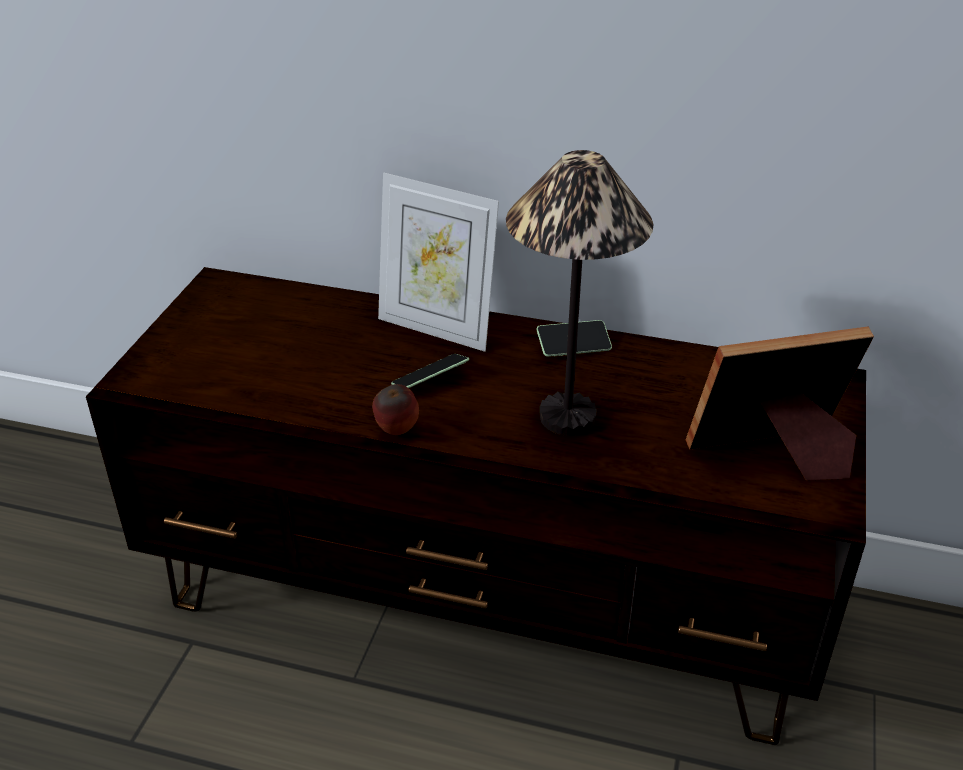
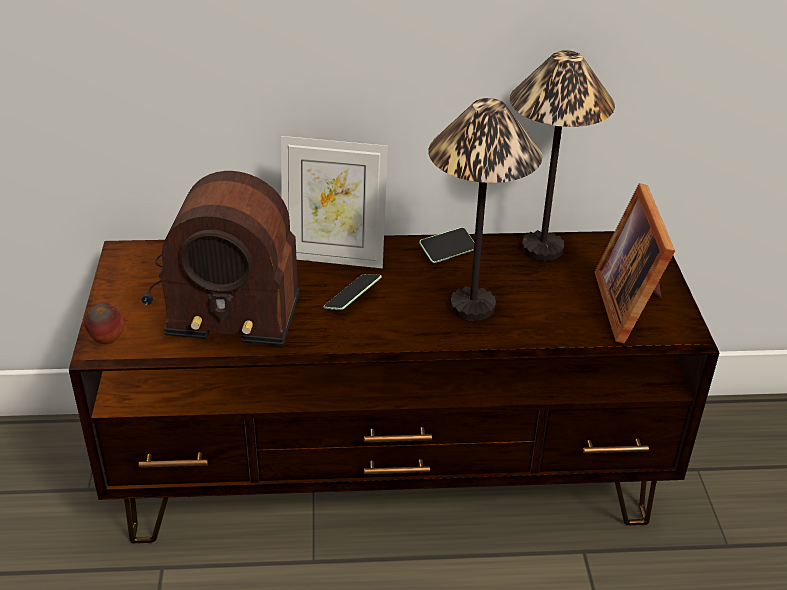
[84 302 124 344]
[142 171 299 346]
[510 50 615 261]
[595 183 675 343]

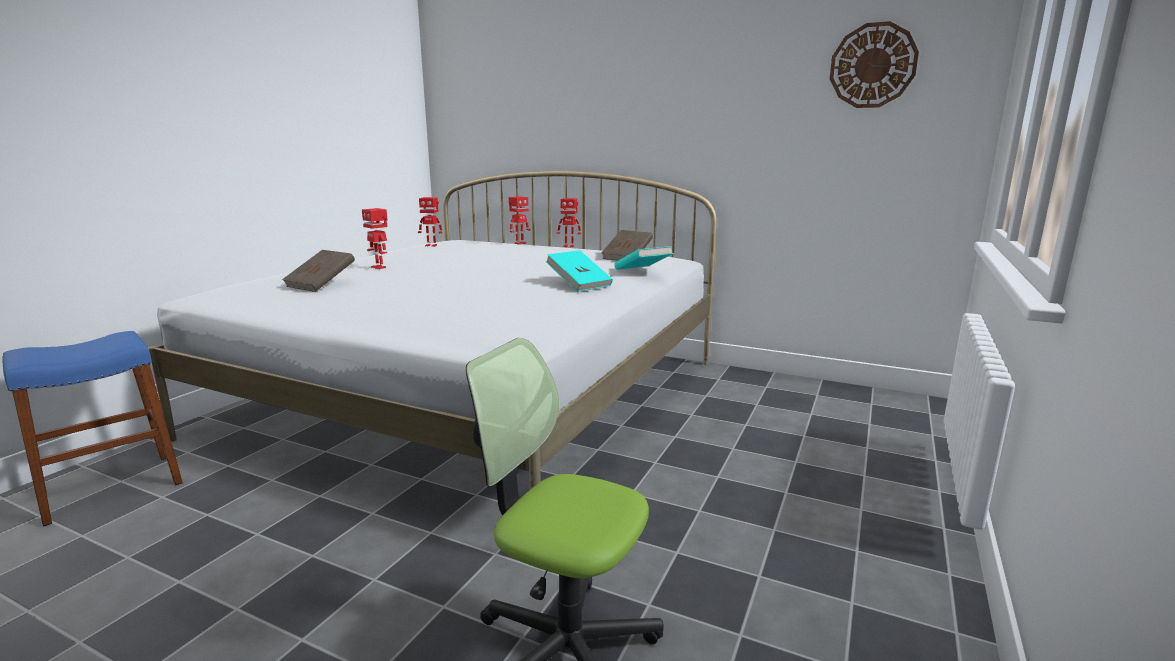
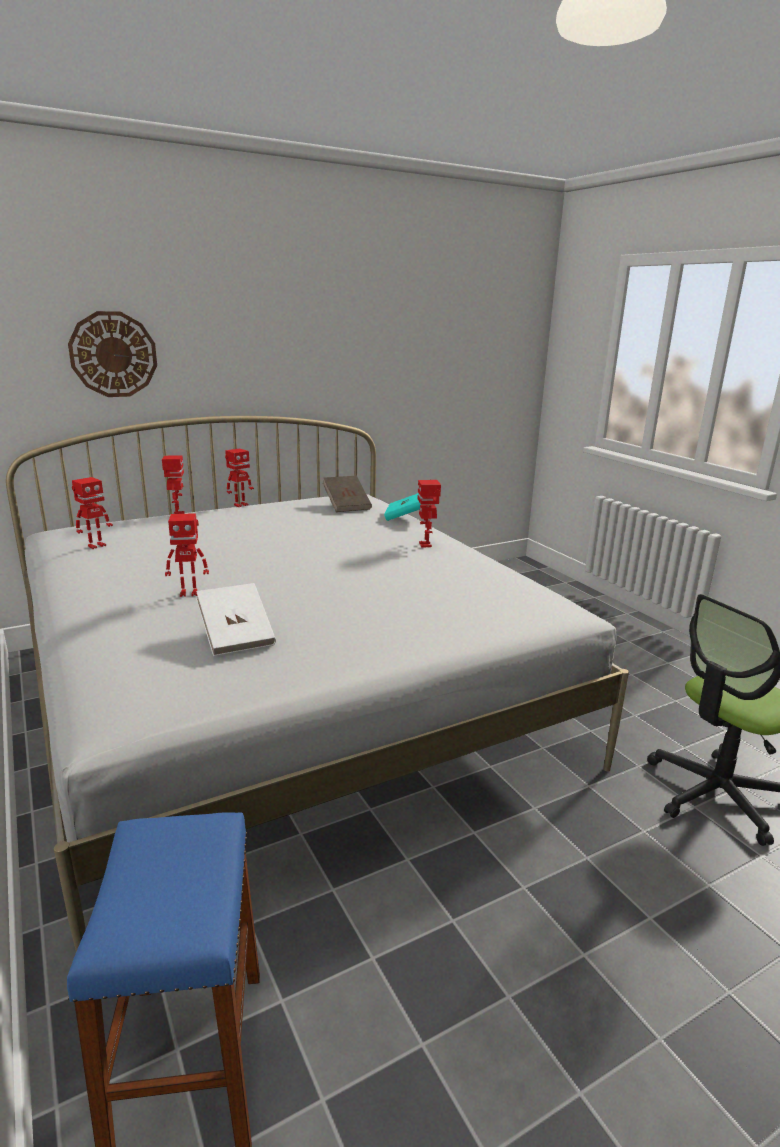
[68 311 157 397]
[196 583 276 656]
[417 480 441 548]

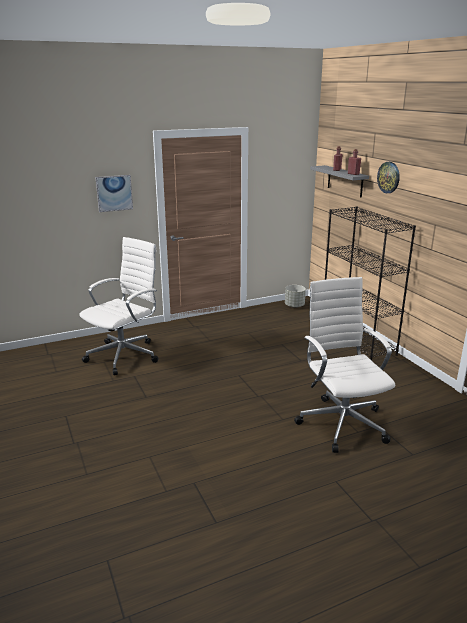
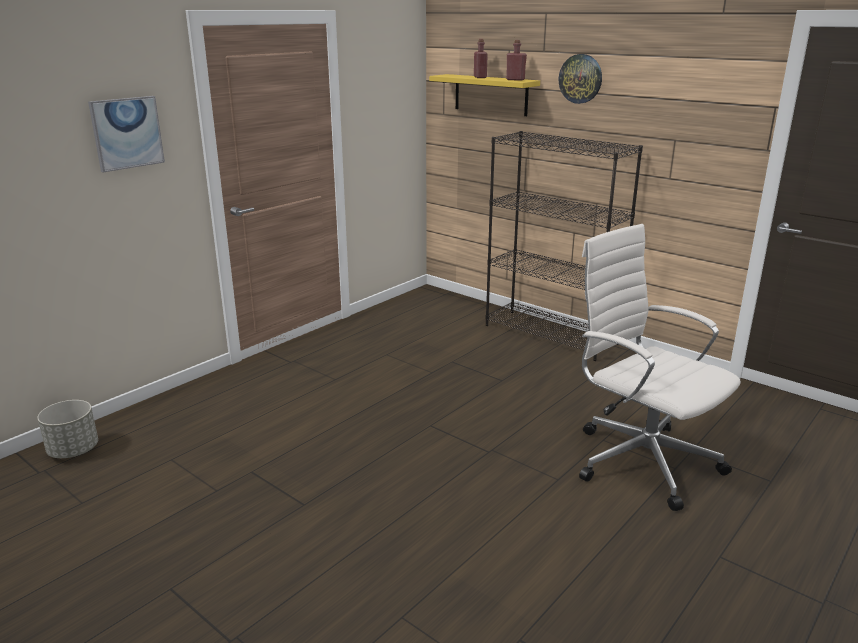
[38 400 98 458]
[429 74 540 116]
[79 237 159 375] (first image)

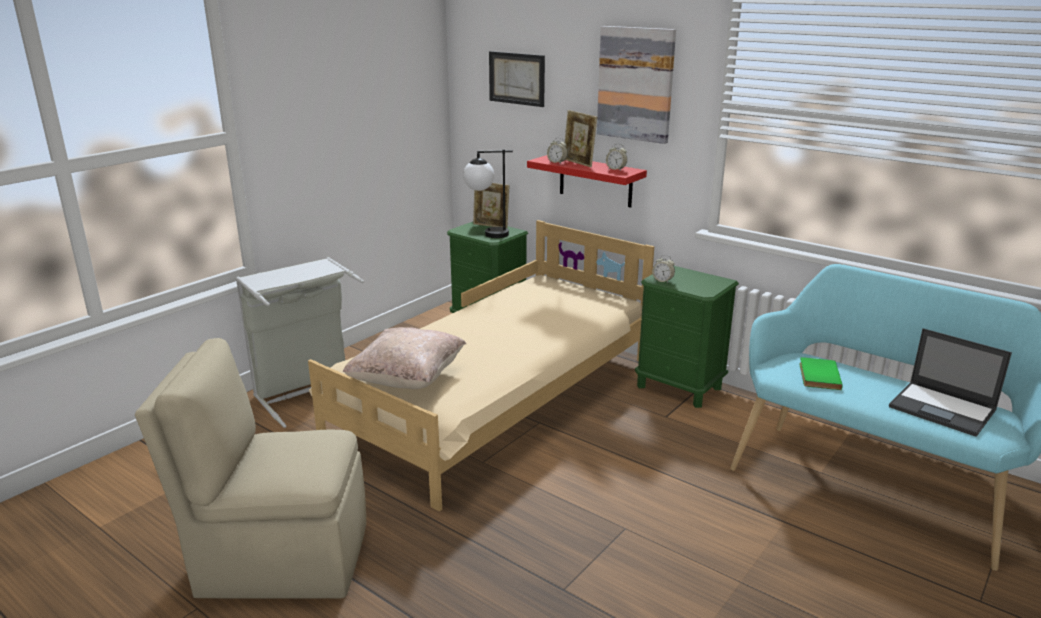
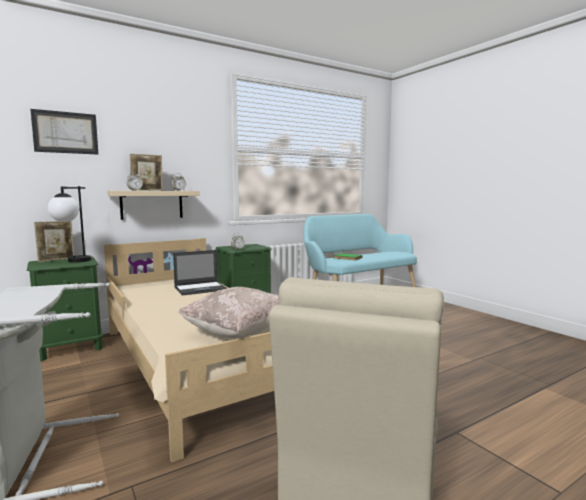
[107 191 200 220]
[173 250 227 295]
[597 26 676 144] (first image)

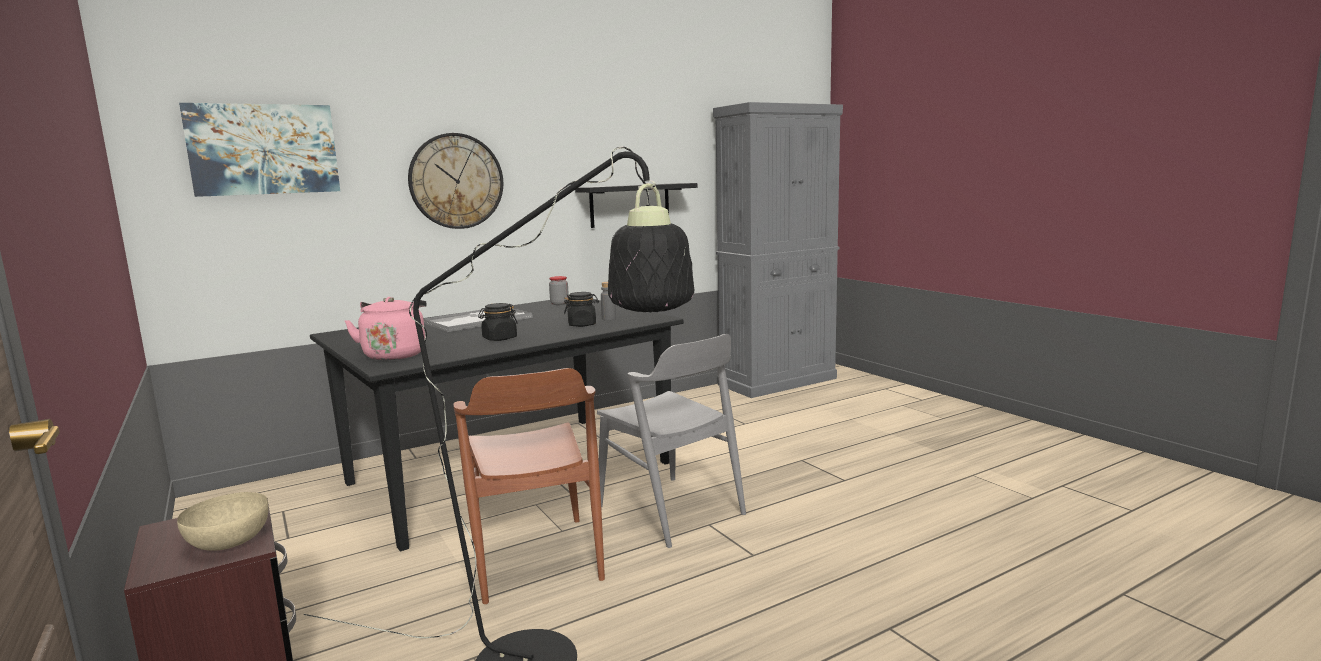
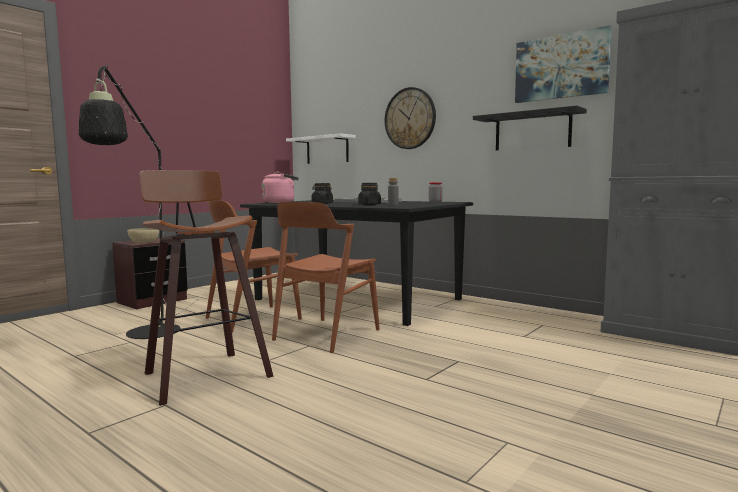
[140 170 274 406]
[272 202 380 353]
[286 134 356 164]
[515 25 611 103]

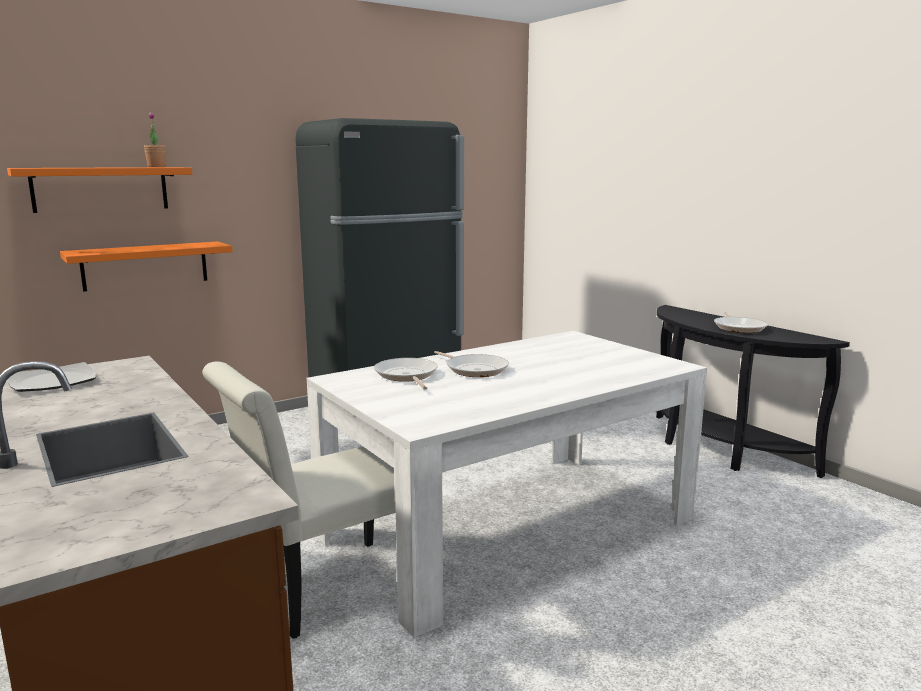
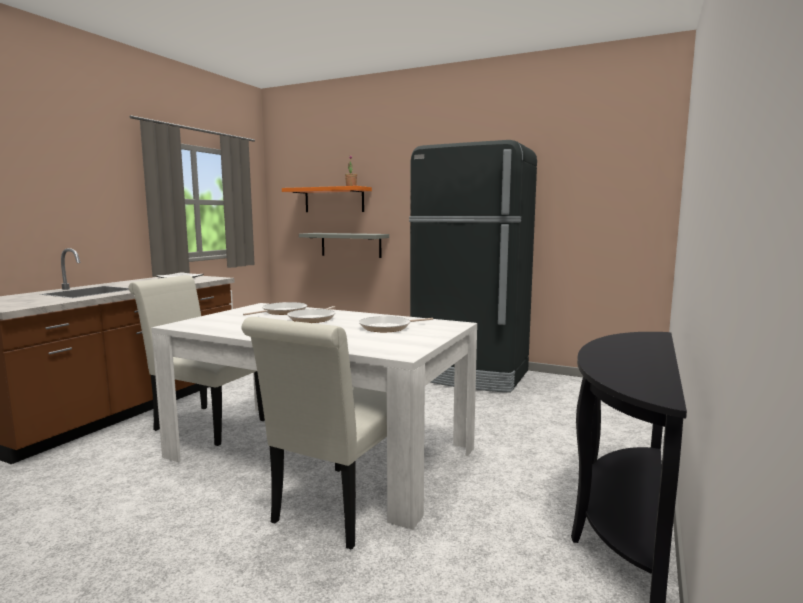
[241 317 387 550]
[299 233 389 258]
[359 316 433 332]

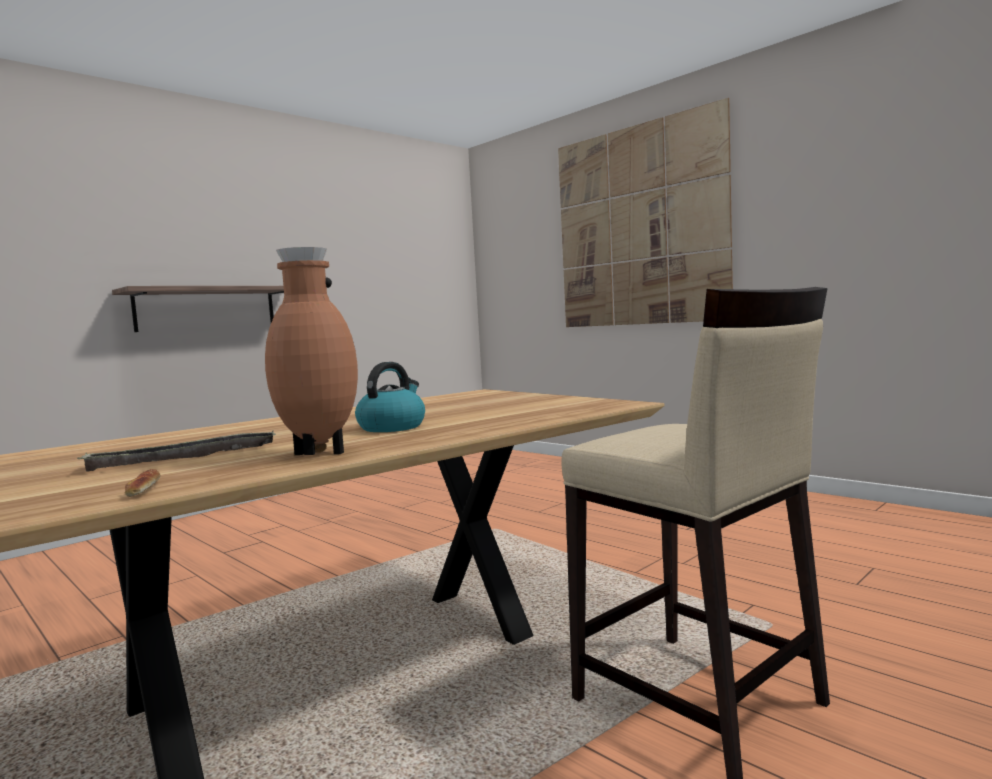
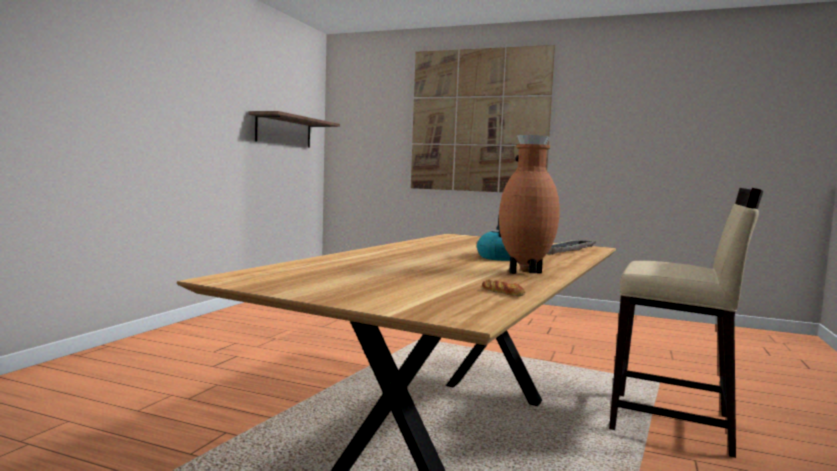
[248 111 340 148]
[547 240 596 255]

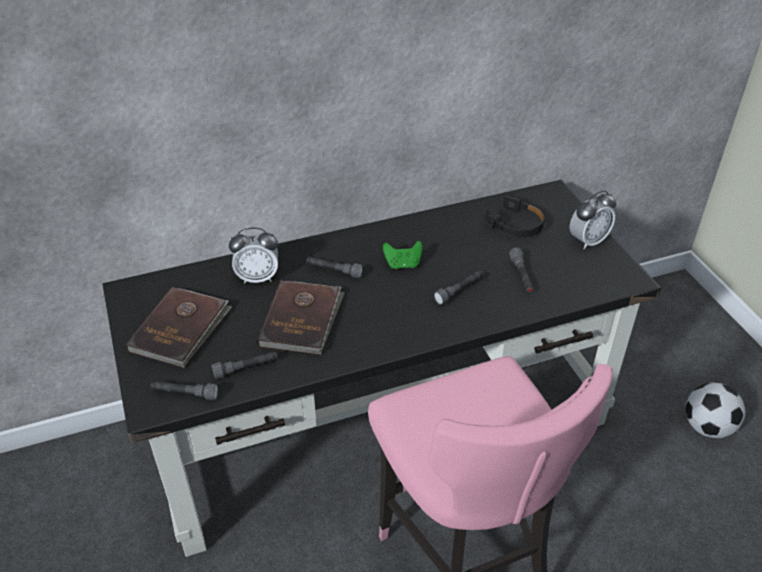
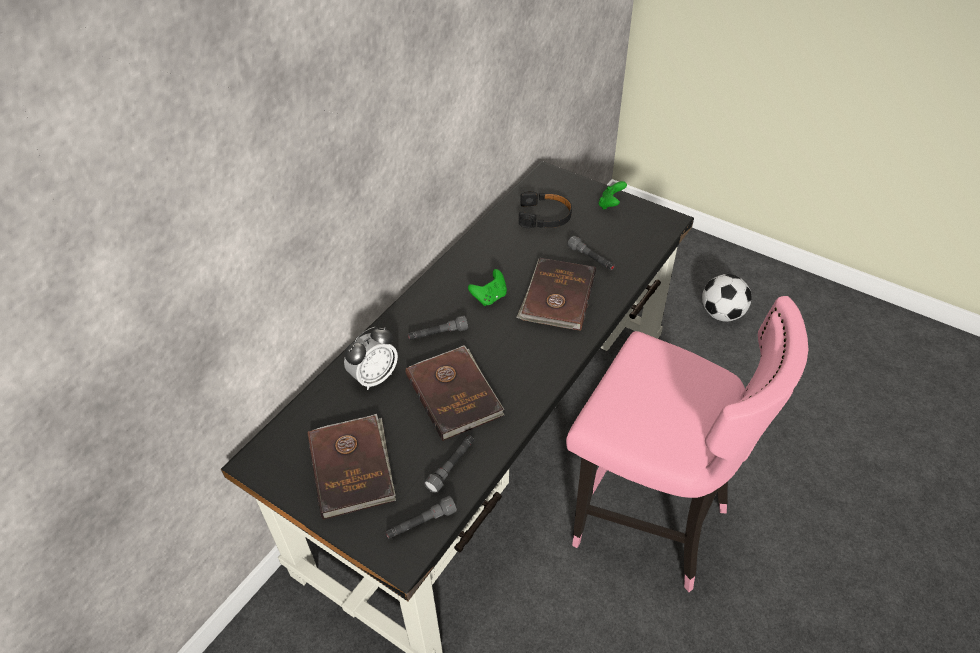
[516 258 596 331]
[598 181 627 210]

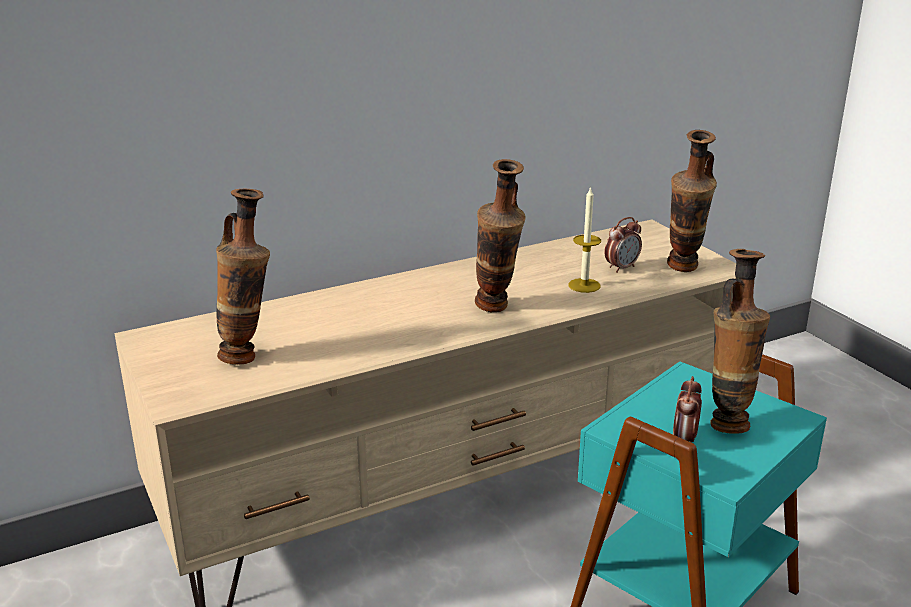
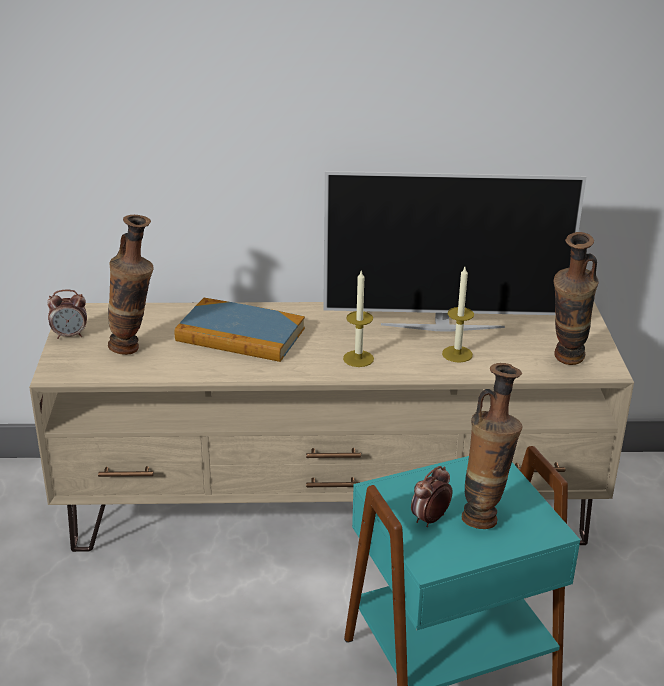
[47 289 87 339]
[175 298 305 362]
[323 171 586 332]
[343 271 374 367]

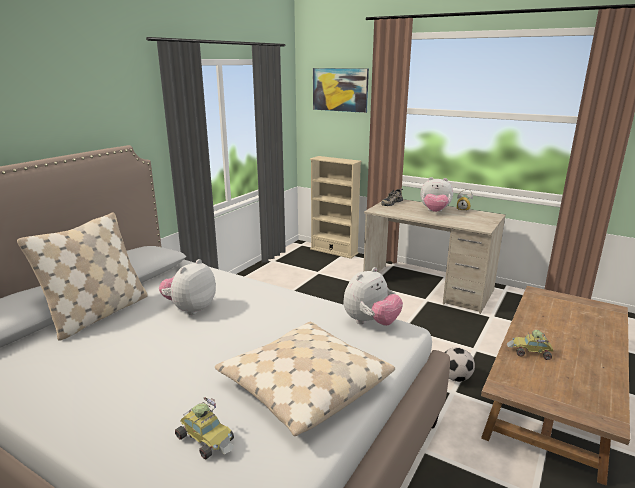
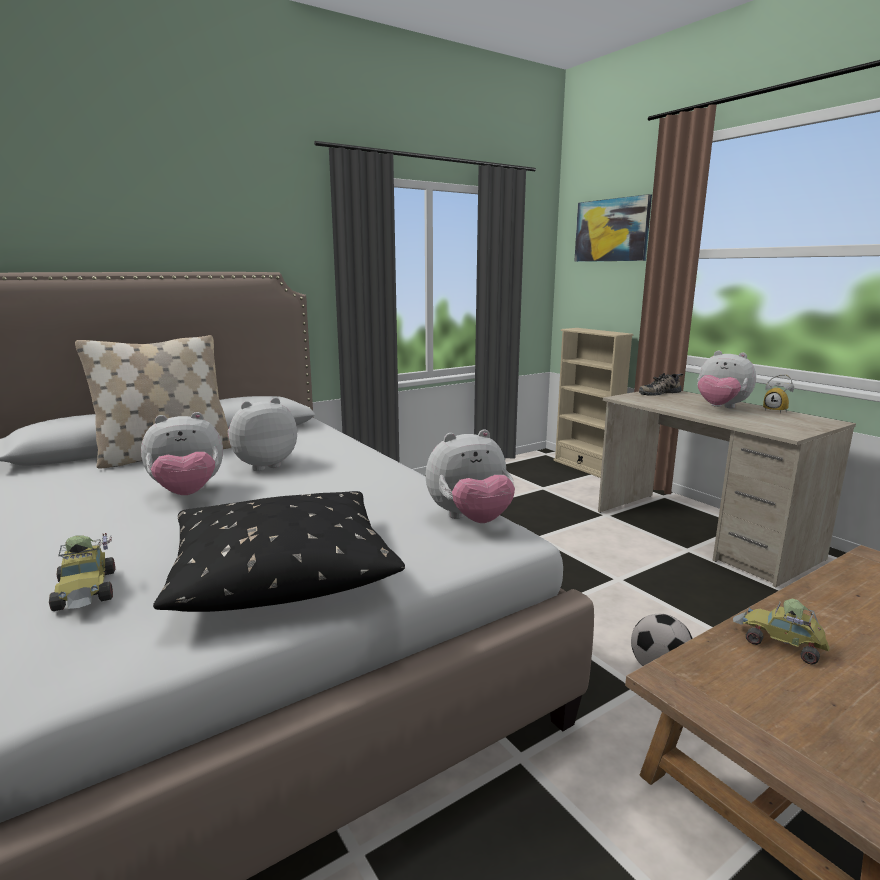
[141 412 223 495]
[153 491 405 612]

